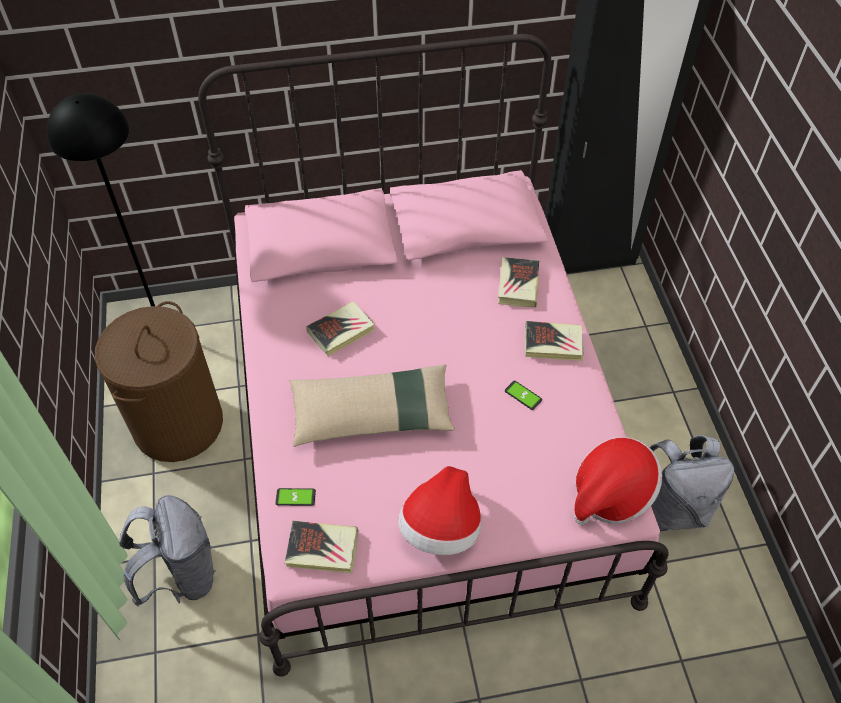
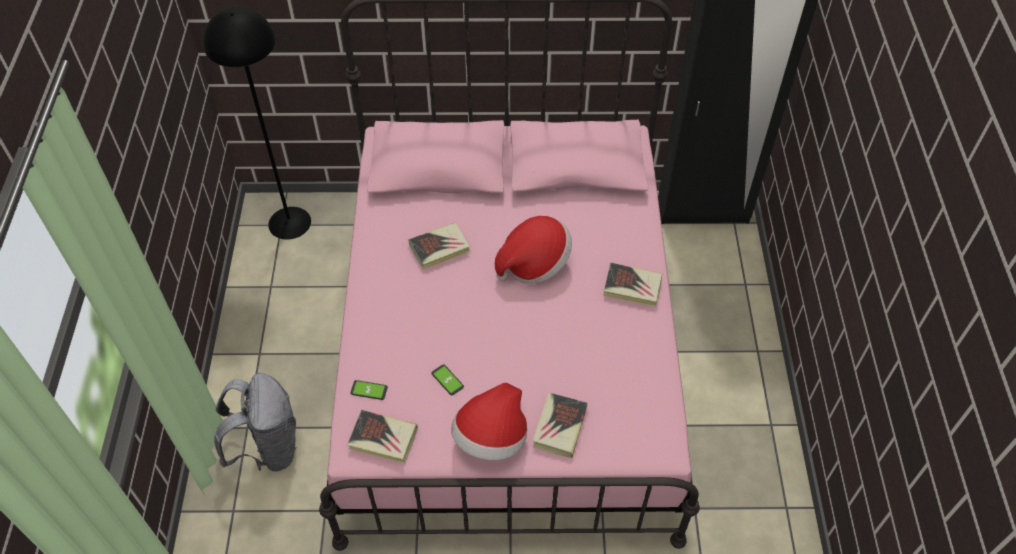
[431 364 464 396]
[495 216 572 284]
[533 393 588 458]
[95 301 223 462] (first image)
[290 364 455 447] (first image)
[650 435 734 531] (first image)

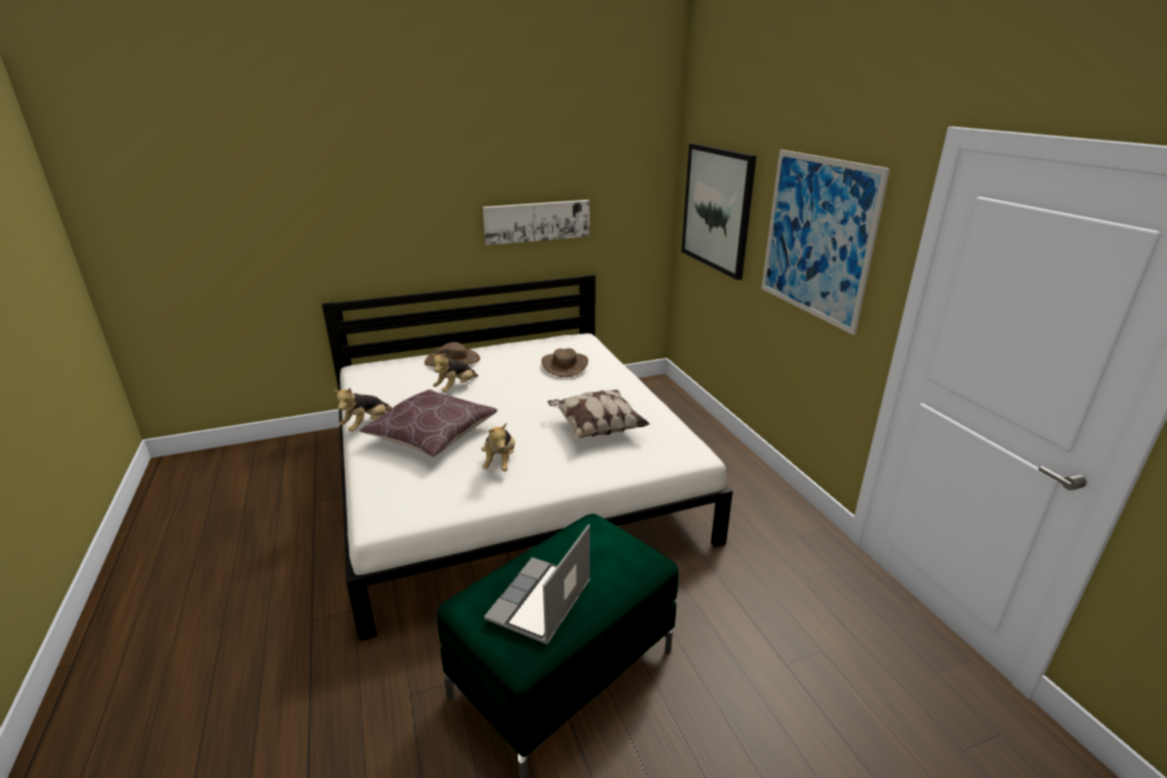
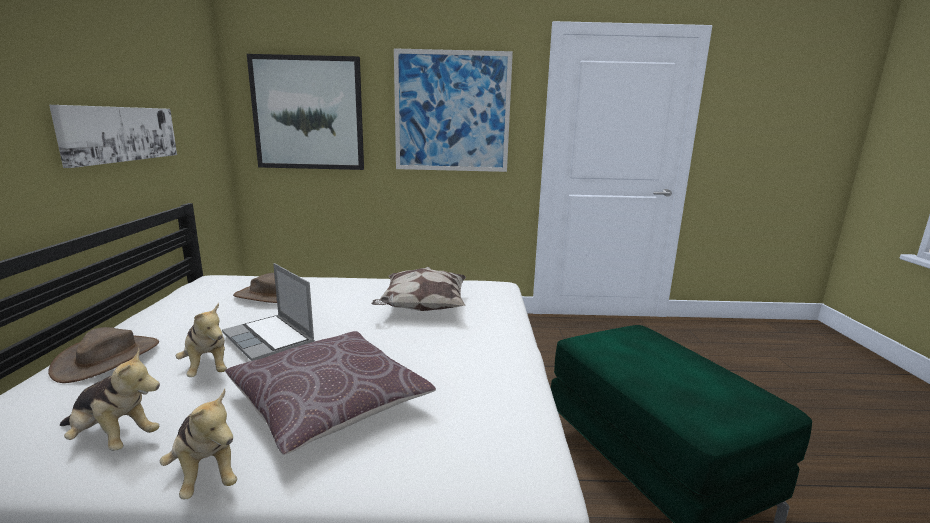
[60 348 160 451]
[222 263 315 361]

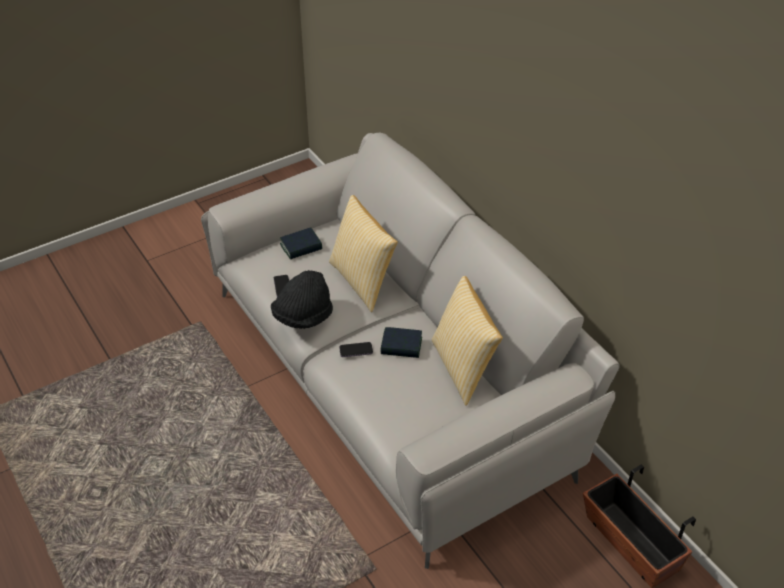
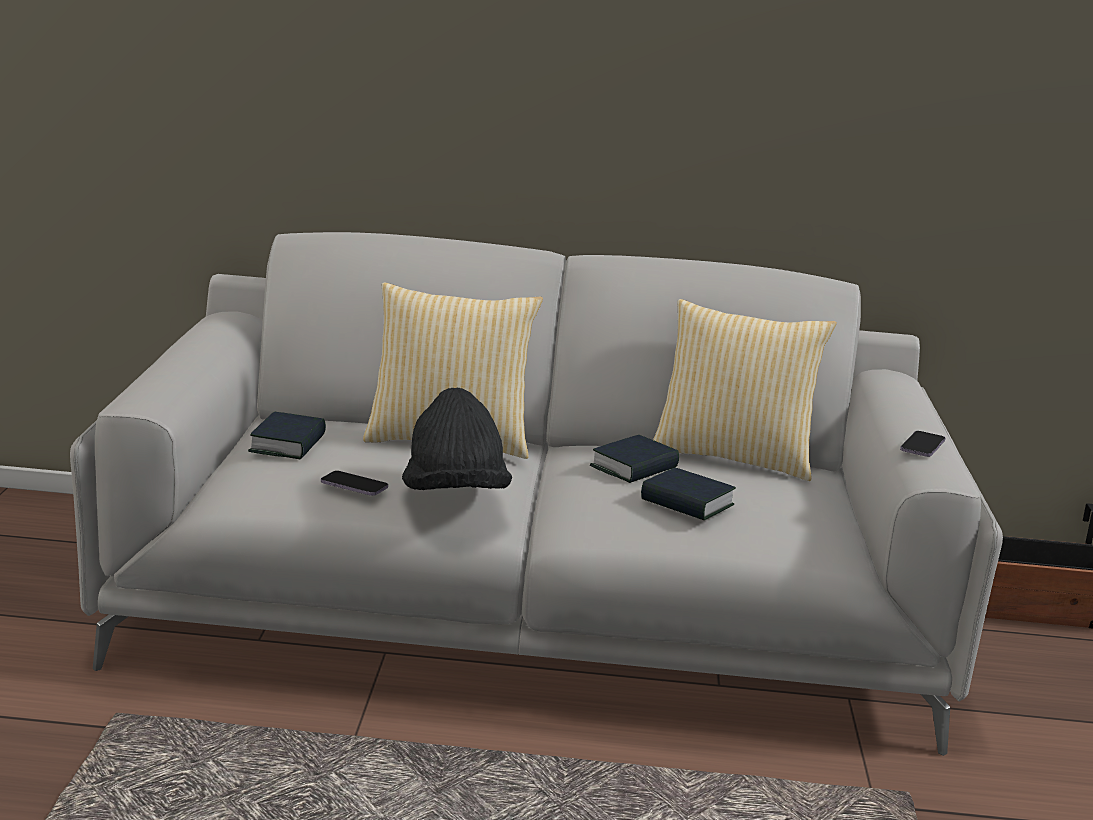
[641 468 736 520]
[900 431 945 457]

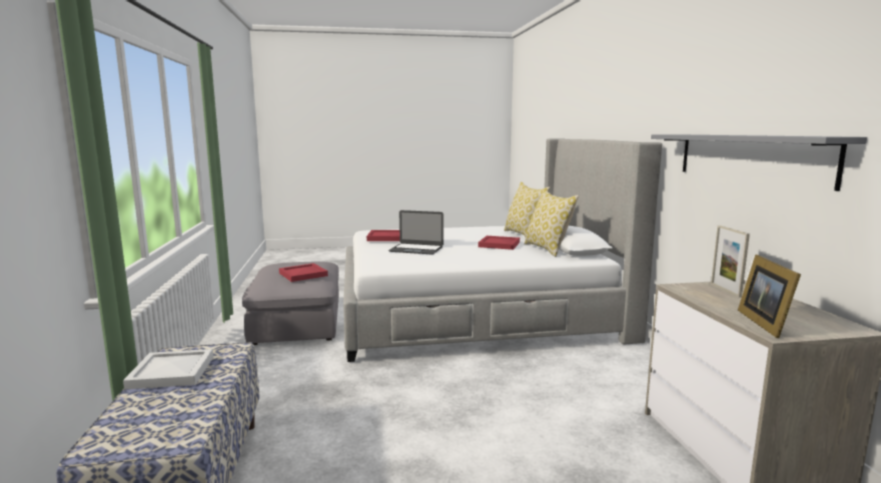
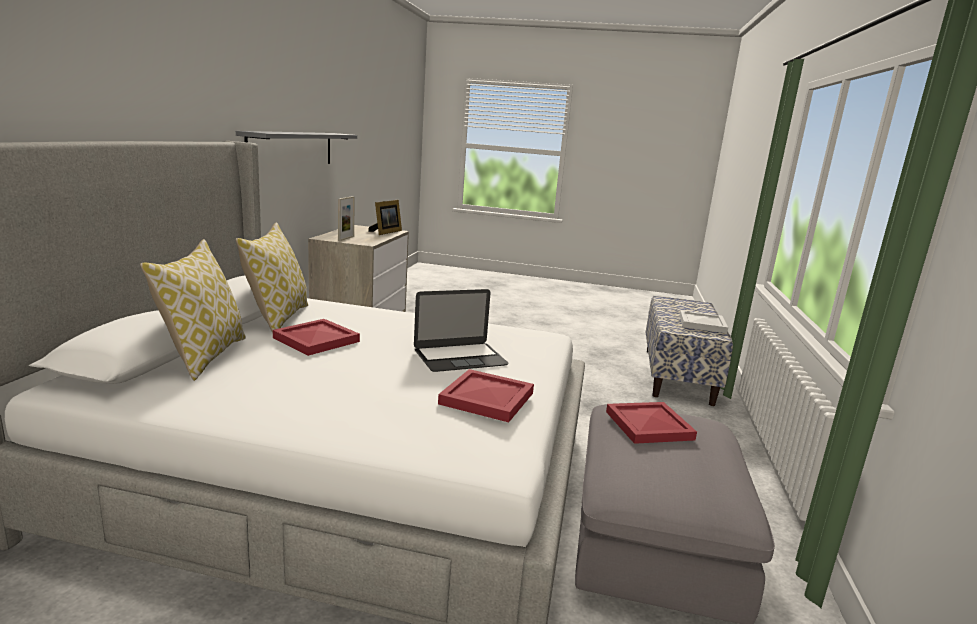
[414 289 509 372]

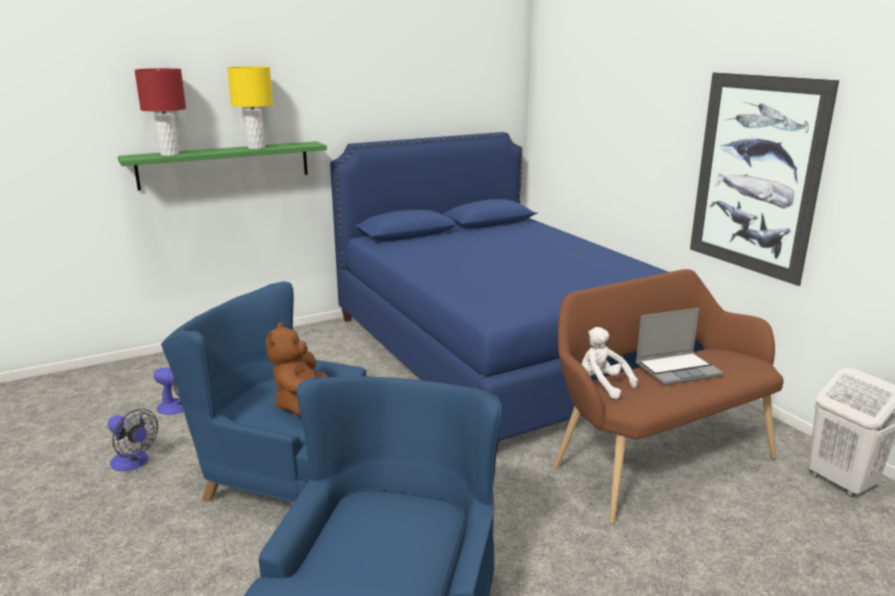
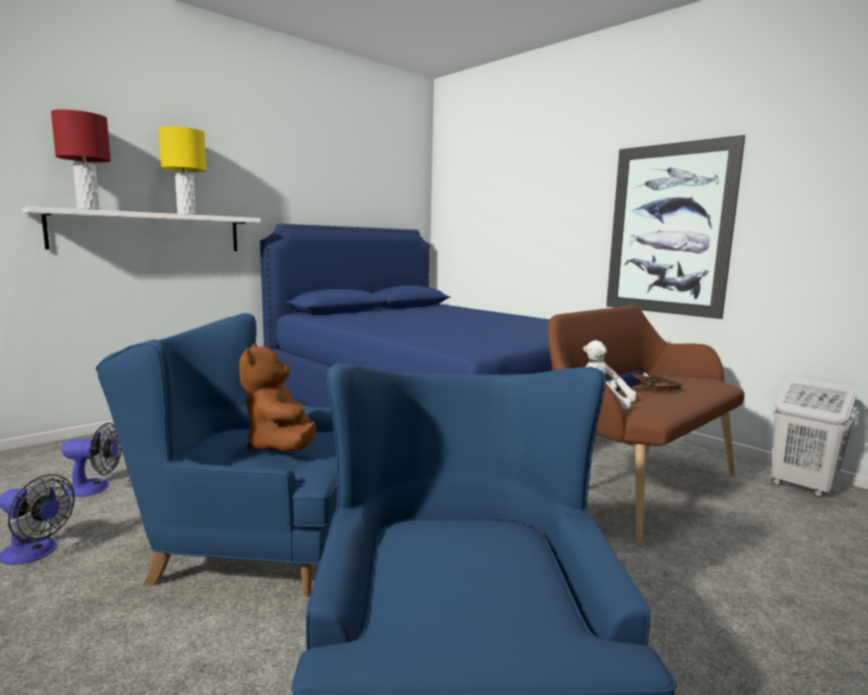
[22 206 261 251]
[632 374 685 392]

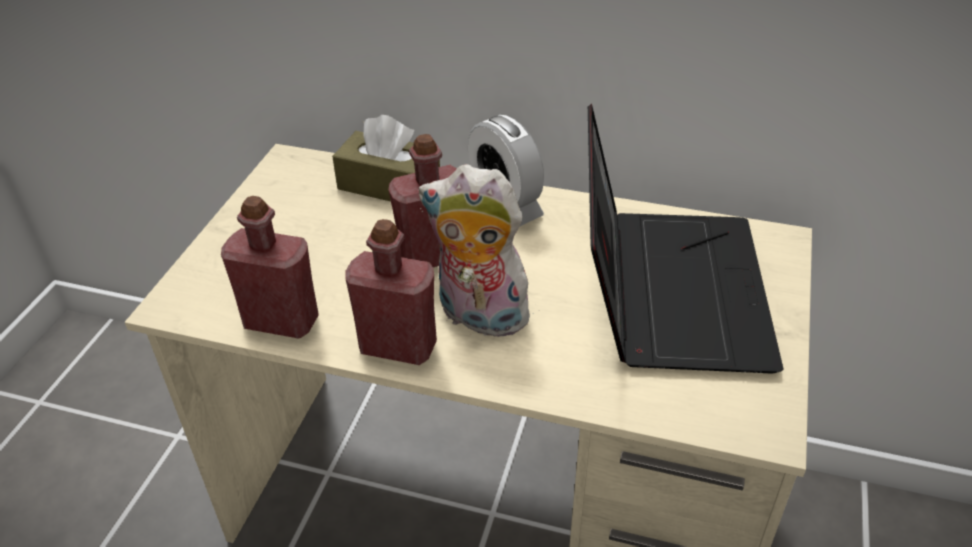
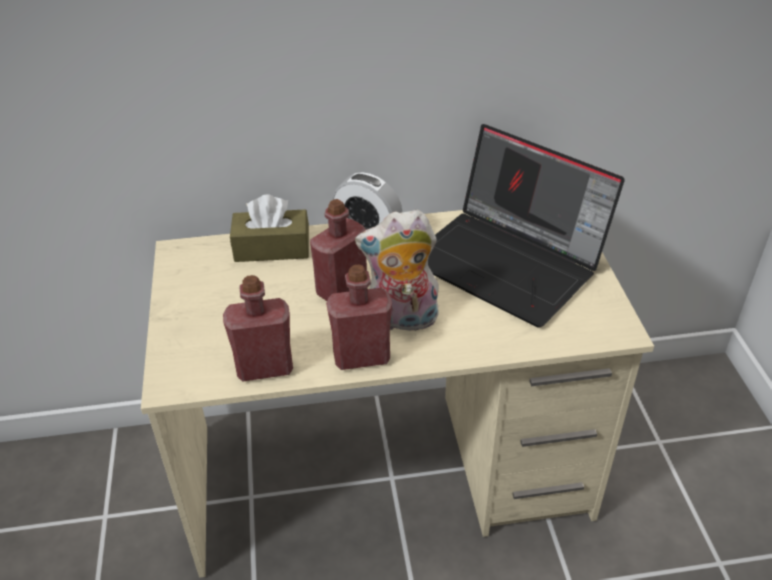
[428 124 625 328]

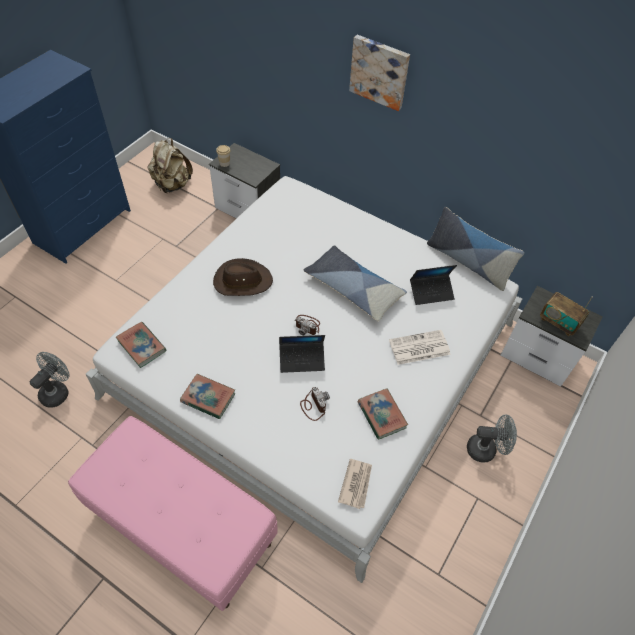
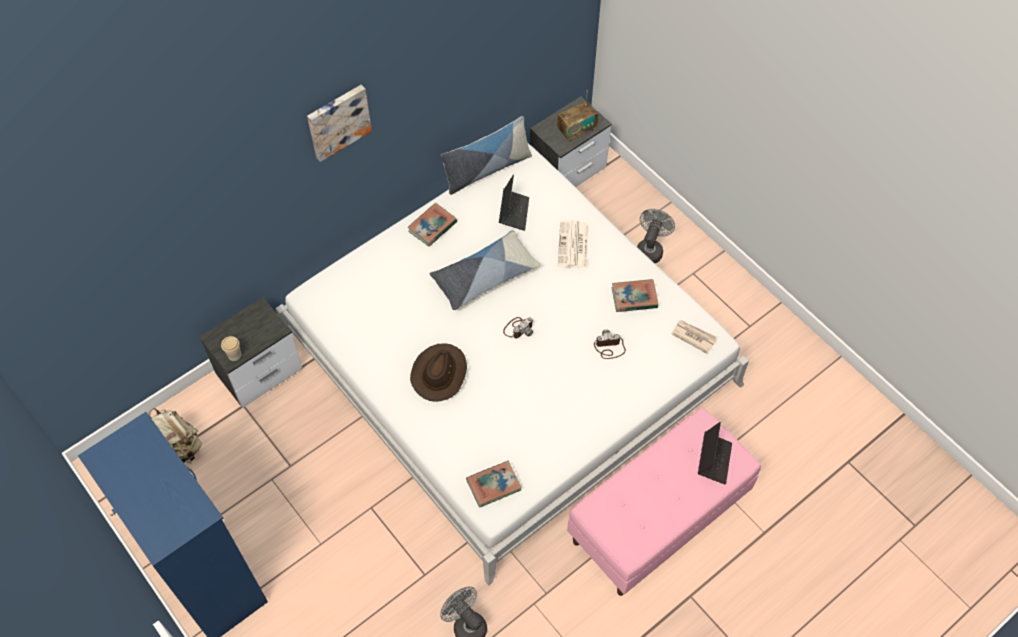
[408 203 457 247]
[698 422 732 484]

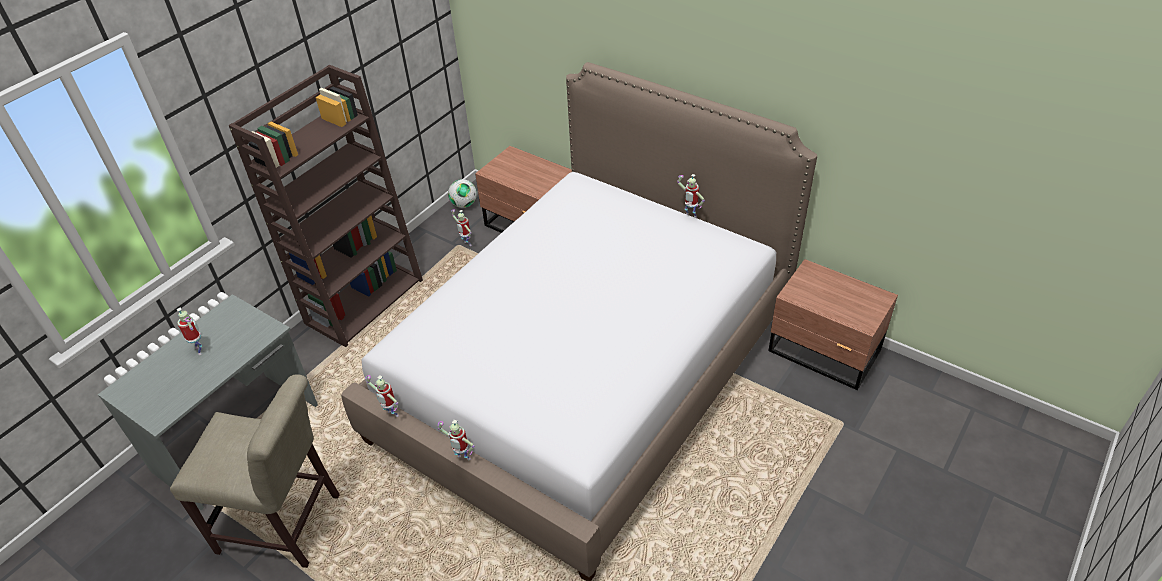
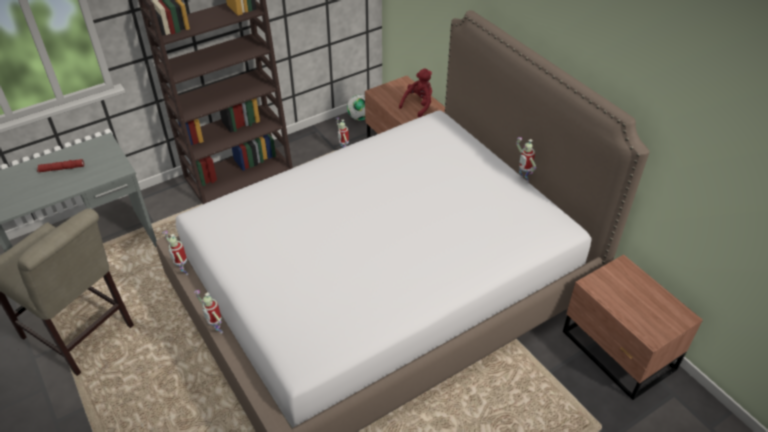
[37 159 84 172]
[399 69 432 118]

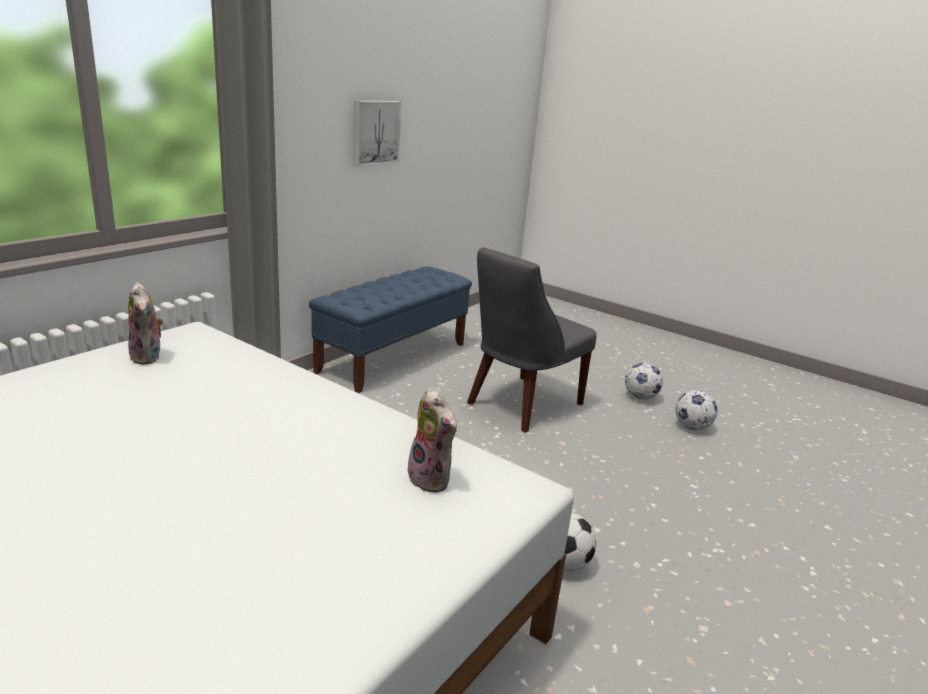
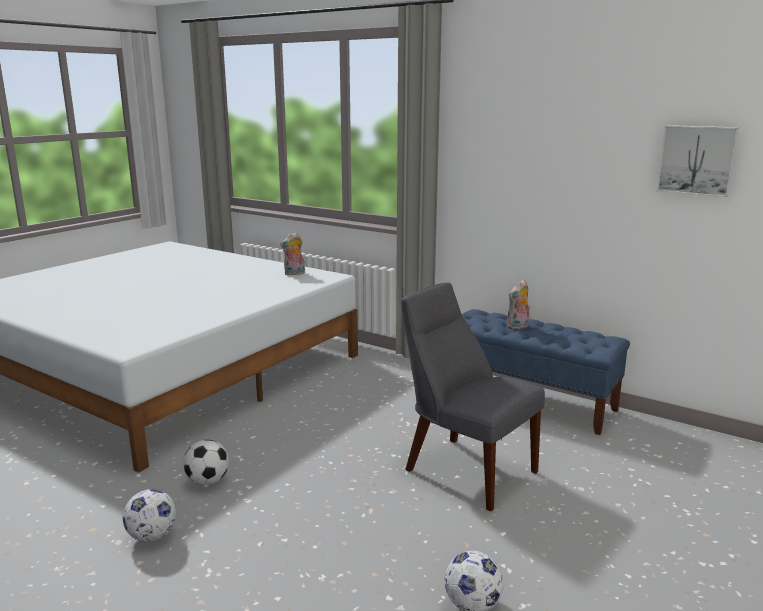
[123 489 176 542]
[507 279 530 330]
[656 125 739 197]

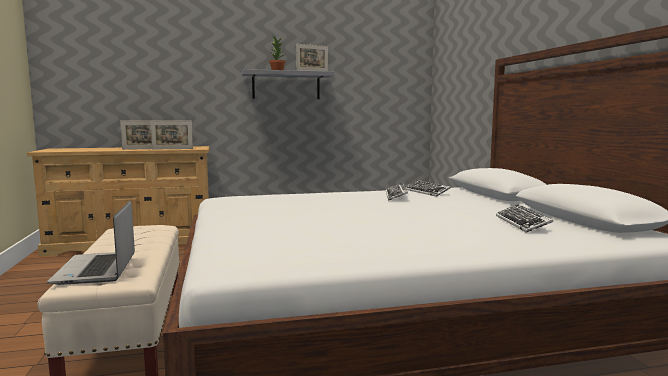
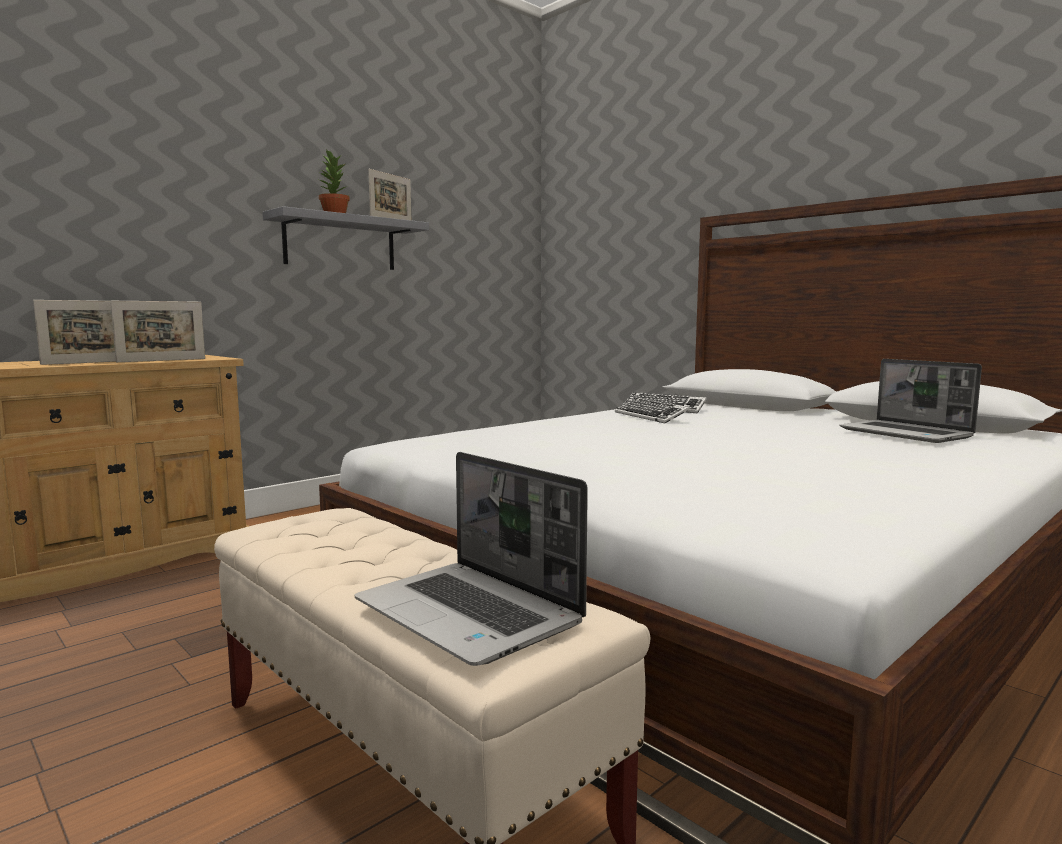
[840 359 982 443]

